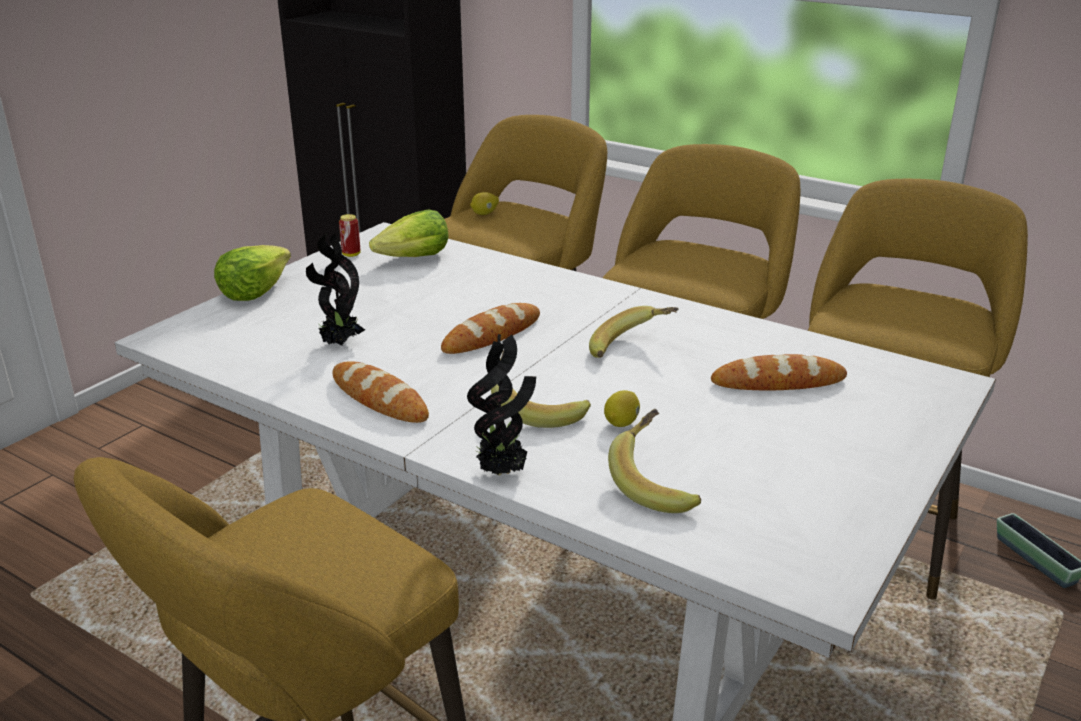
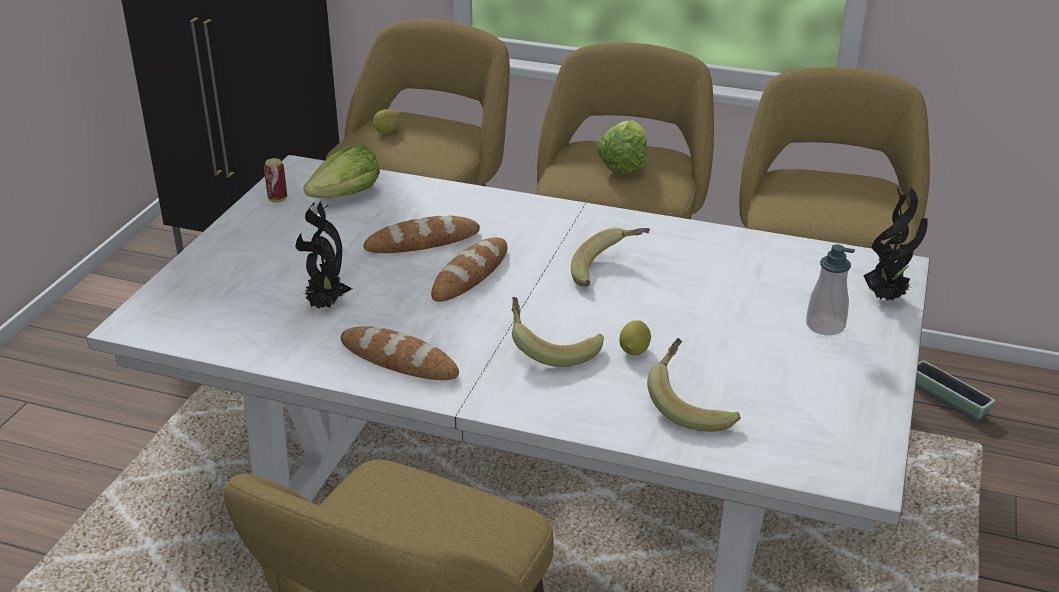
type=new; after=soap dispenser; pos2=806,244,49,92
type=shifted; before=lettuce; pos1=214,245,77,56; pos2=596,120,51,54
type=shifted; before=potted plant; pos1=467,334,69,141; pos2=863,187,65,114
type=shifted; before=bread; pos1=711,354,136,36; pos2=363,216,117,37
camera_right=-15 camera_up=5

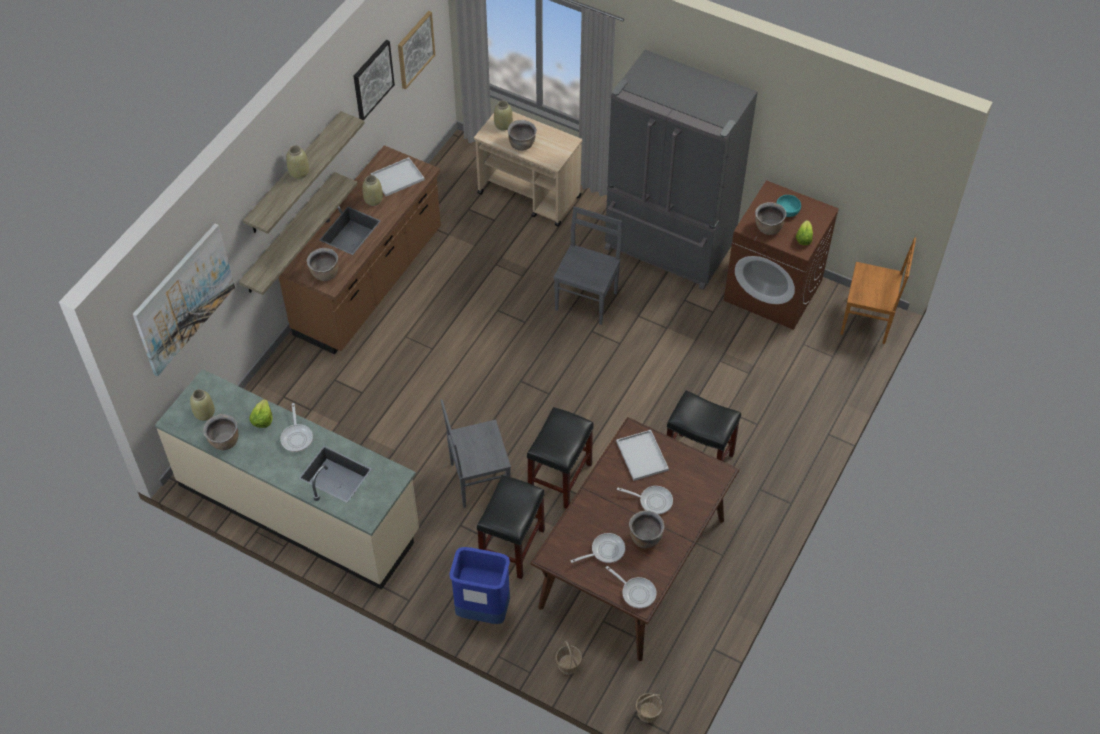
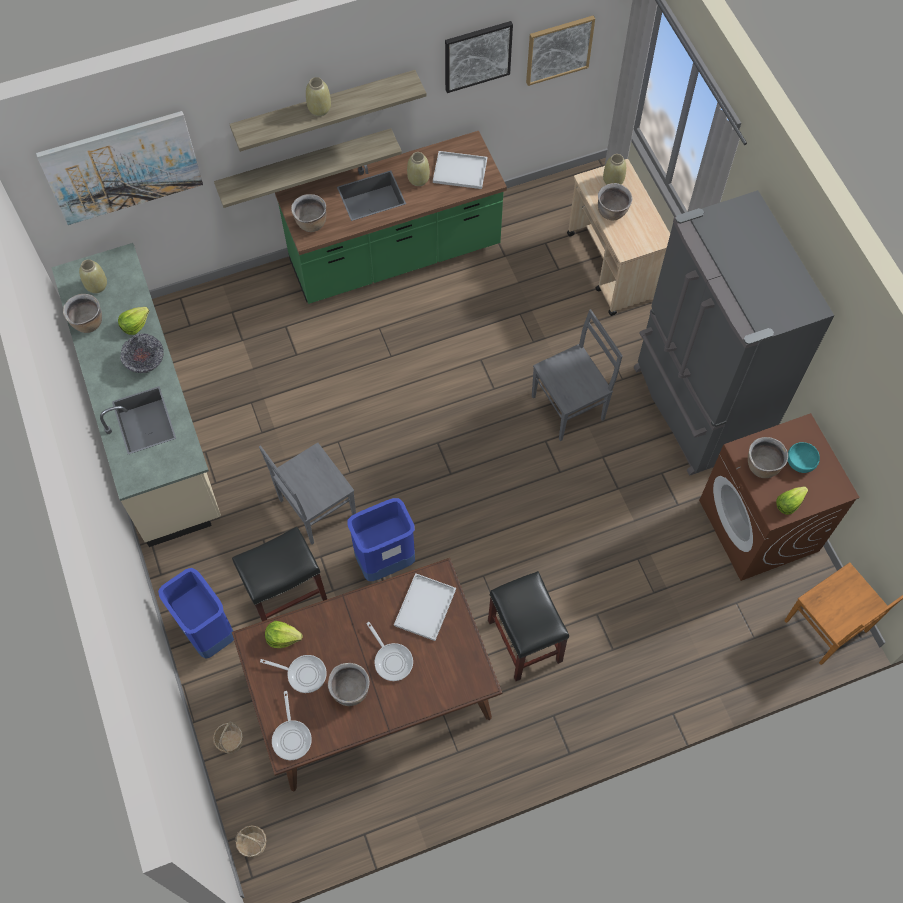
type=new; after=lettuce; pos2=265,621,38,27
type=swapped; before=frying pan; after=bowl; pos1=280,403,33,49; pos2=120,333,44,40
type=swapped; before=black stool; after=blue trash can; pos1=527,407,67,102; pos2=347,498,68,83
type=repainted; before=brown counter; after=green counter; pos1=279,145,162,210; pos2=275,131,232,173
type=rotated; before=grey chair; pos1=441,399,70,109; pos2=259,442,97,102; turn=-60
camera_right=40 camera_up=10

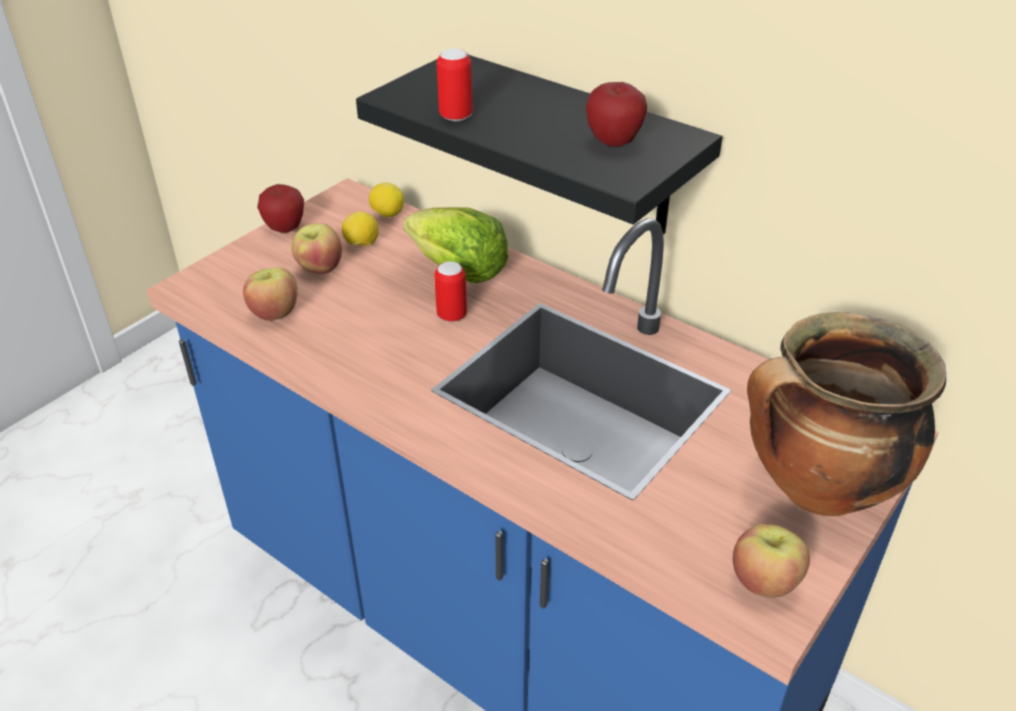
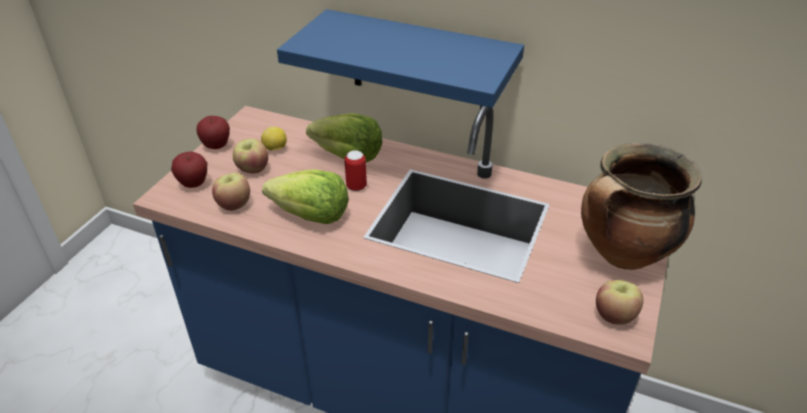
type=gone; before=lemon; pos1=369,183,35,34
type=gone; before=can; pos1=437,48,36,73
type=new; after=lettuce; pos2=262,169,87,55
type=shifted; before=apple; pos1=586,82,61,65; pos2=171,151,36,37
type=repainted; before=black shelf; after=blue shelf; pos1=356,55,366,180; pos2=277,9,247,99
camera_right=-15 camera_up=0

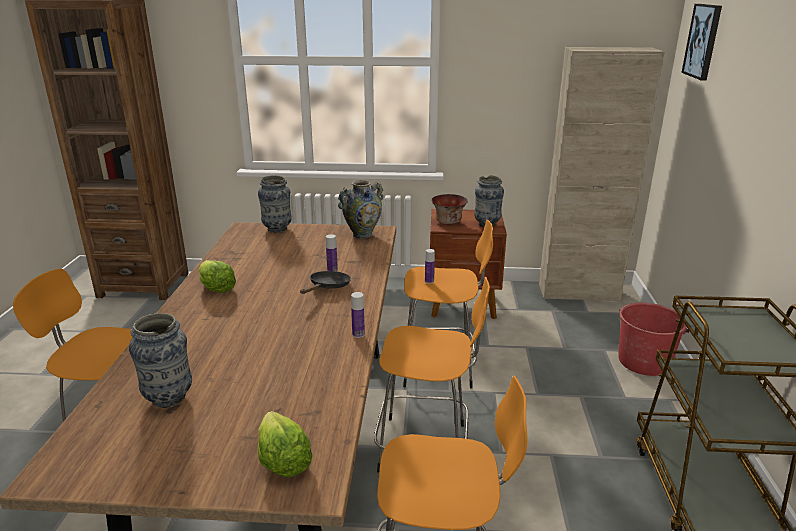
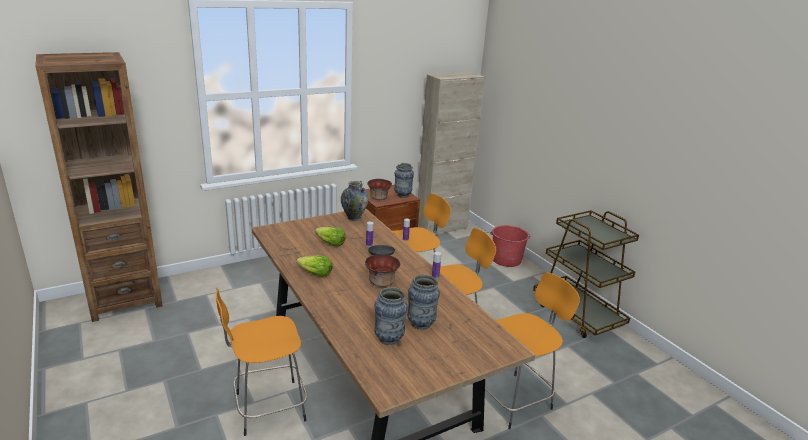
type=gone; before=picture; pos1=681,4,41,77
type=new; after=bowl; pos2=365,254,35,33
type=shifted; before=vase; pos1=258,176,34,57; pos2=407,274,33,56
type=shifted; before=lettuce; pos1=258,411,55,66; pos2=315,227,30,19
camera_right=-35 camera_up=0

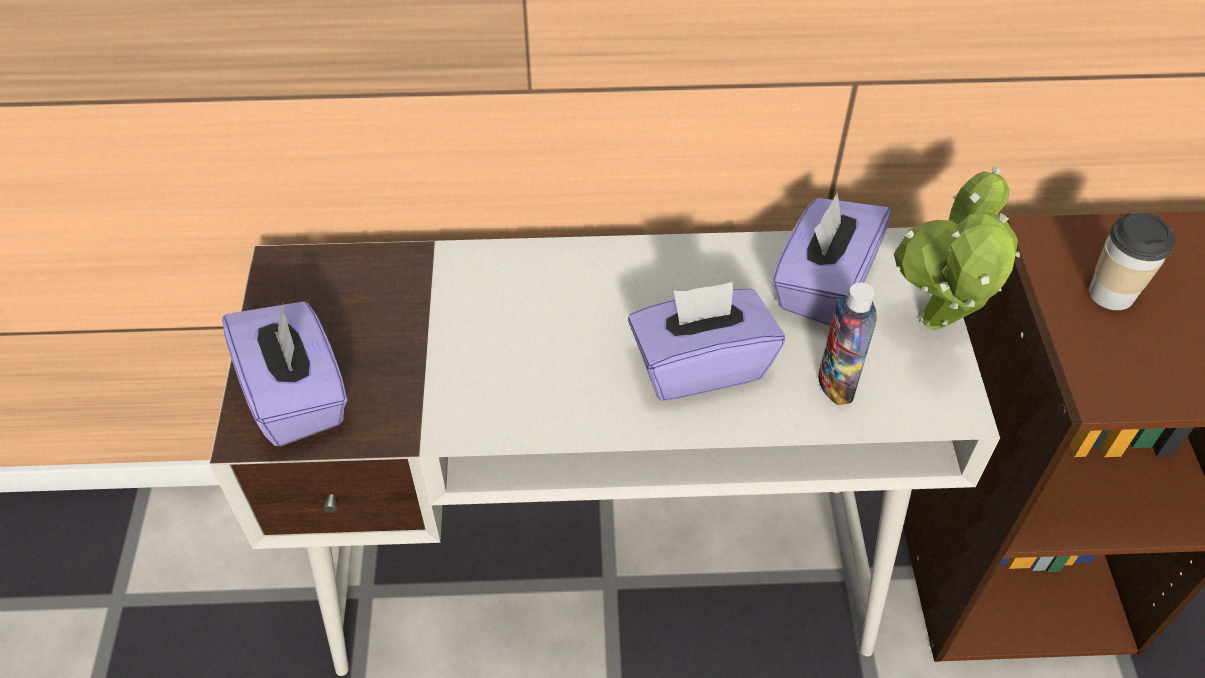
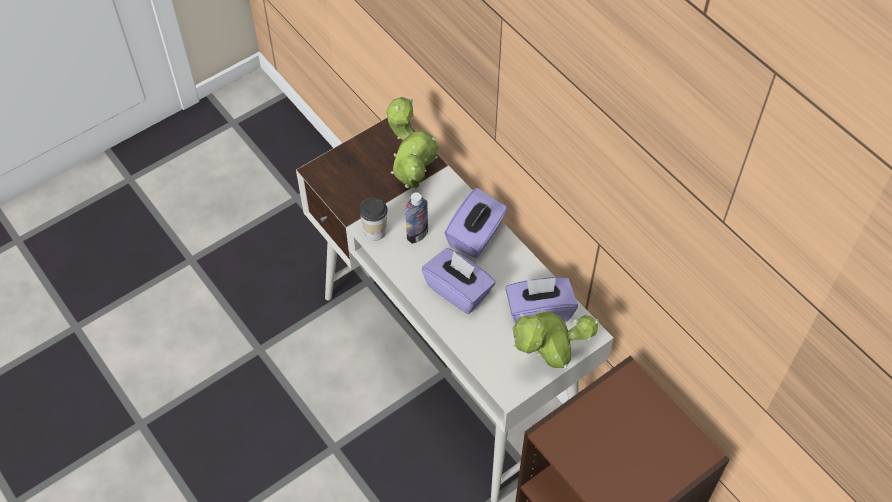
type=new; after=potted plant; pos2=386,97,52,92
type=shifted; before=purple tissue box; pos1=222,302,125,144; pos2=445,188,63,70
type=shifted; before=bottle; pos1=818,282,59,123; pos2=406,192,22,52
type=shifted; before=cup; pos1=1089,213,86,97; pos2=359,198,29,43
camera_right=55 camera_up=5

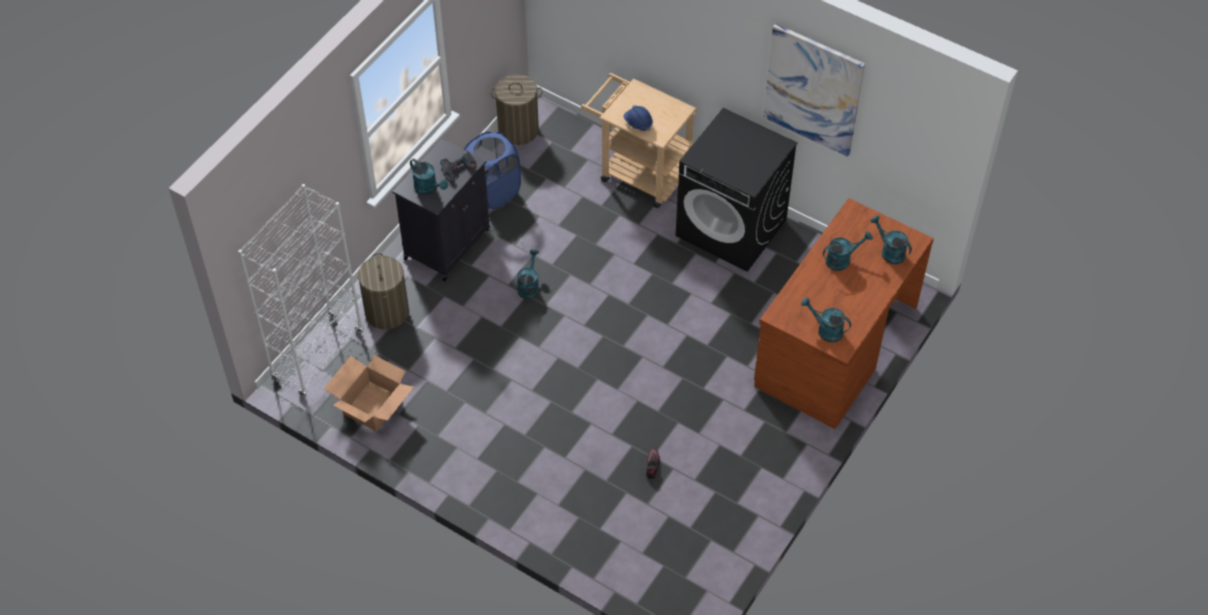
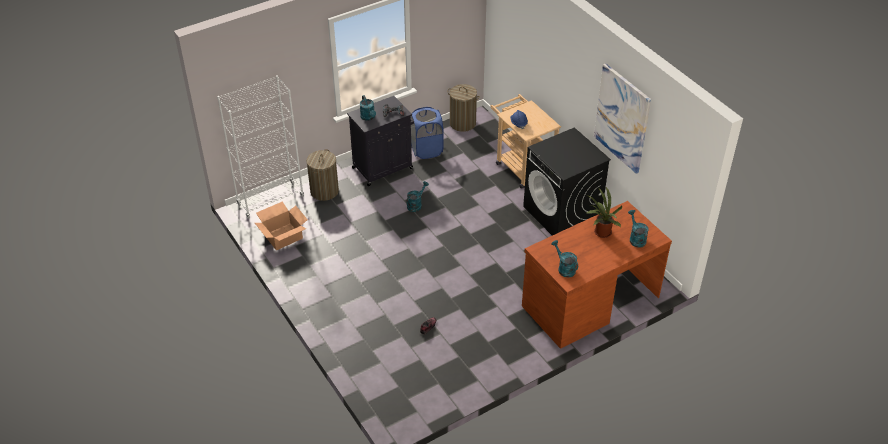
type=swapped; before=turquoise watering can; after=potted plant; pos1=823,231,50,40; pos2=586,187,36,51
camera_right=25 camera_up=-10

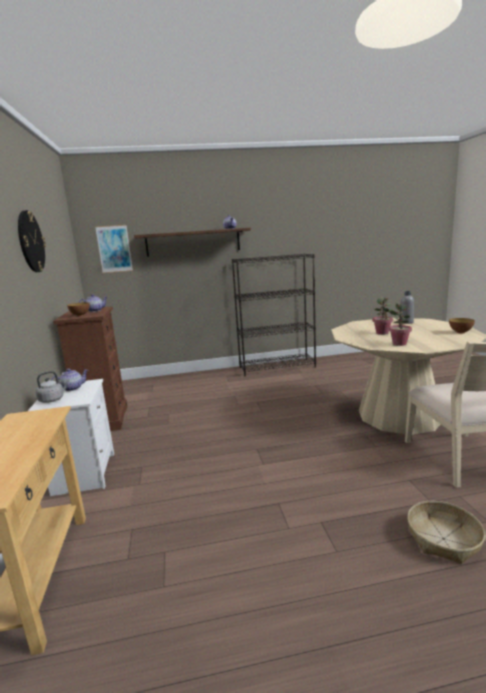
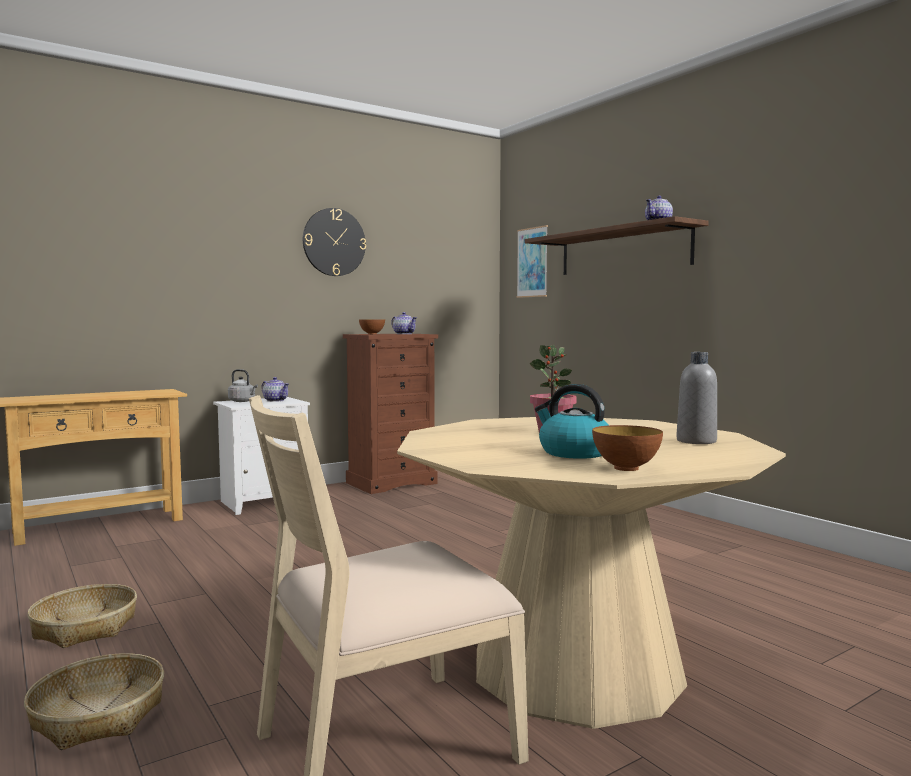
type=gone; before=black bookcase; pos1=232,253,84,123
type=gone; before=potted plant; pos1=389,304,23,42
type=new; after=basket; pos2=27,584,110,64
type=new; after=kettle; pos2=535,384,74,75
camera_right=65 camera_up=-10

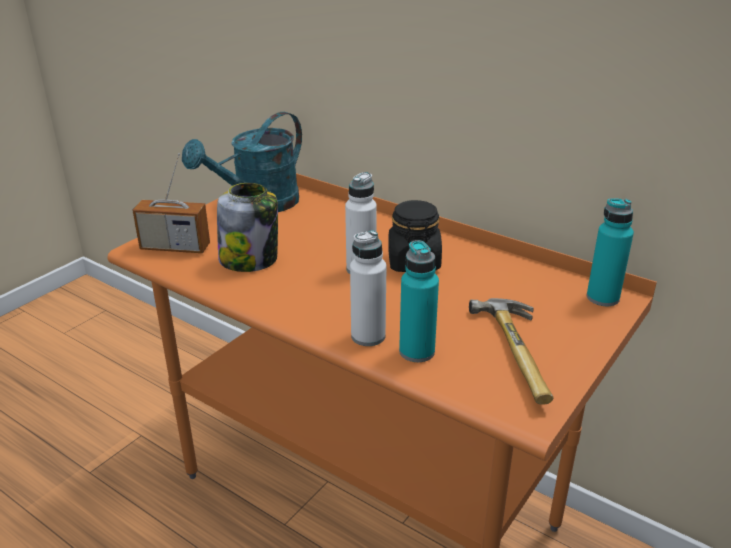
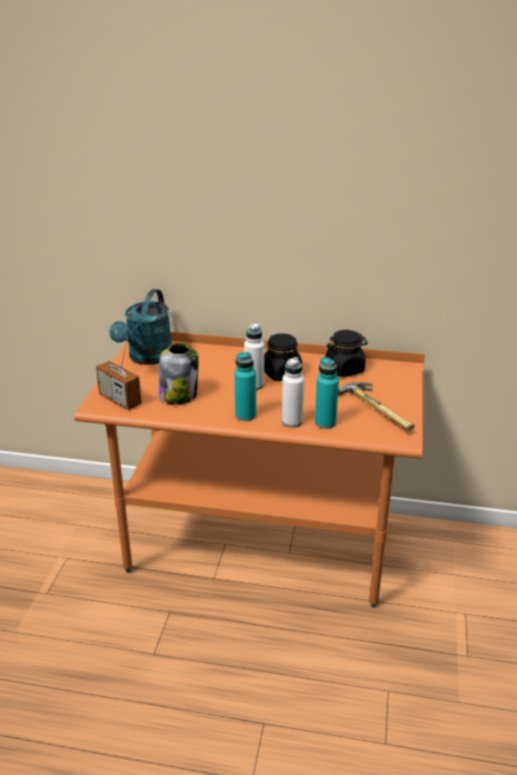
type=new; after=black jar; pos2=325,330,43,47
type=shifted; before=turquoise bottle; pos1=587,198,47,108; pos2=234,352,22,69
type=rotated; before=radio; pos1=132,153,78,100; pos2=96,338,46,72; turn=60
camera_right=-25 camera_up=0

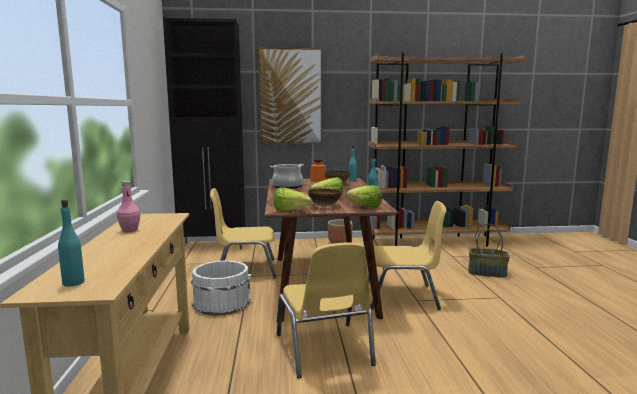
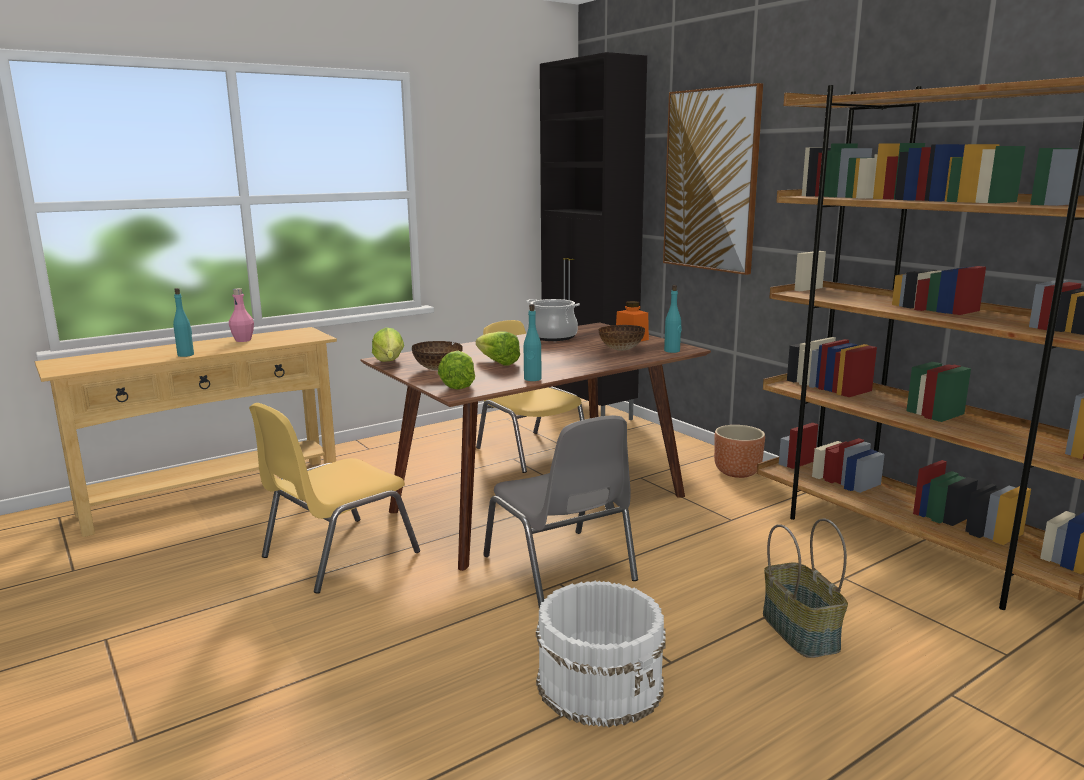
type=shifted; before=turquoise bottle; pos1=58,200,27,87; pos2=173,288,21,69
type=shifted; before=white bucket; pos1=191,260,60,56; pos2=536,581,130,147
type=repainted; before=yellow chair; after=grey chair; pos1=368,201,78,109; pos2=483,415,155,193
camera_right=60 camera_up=5

